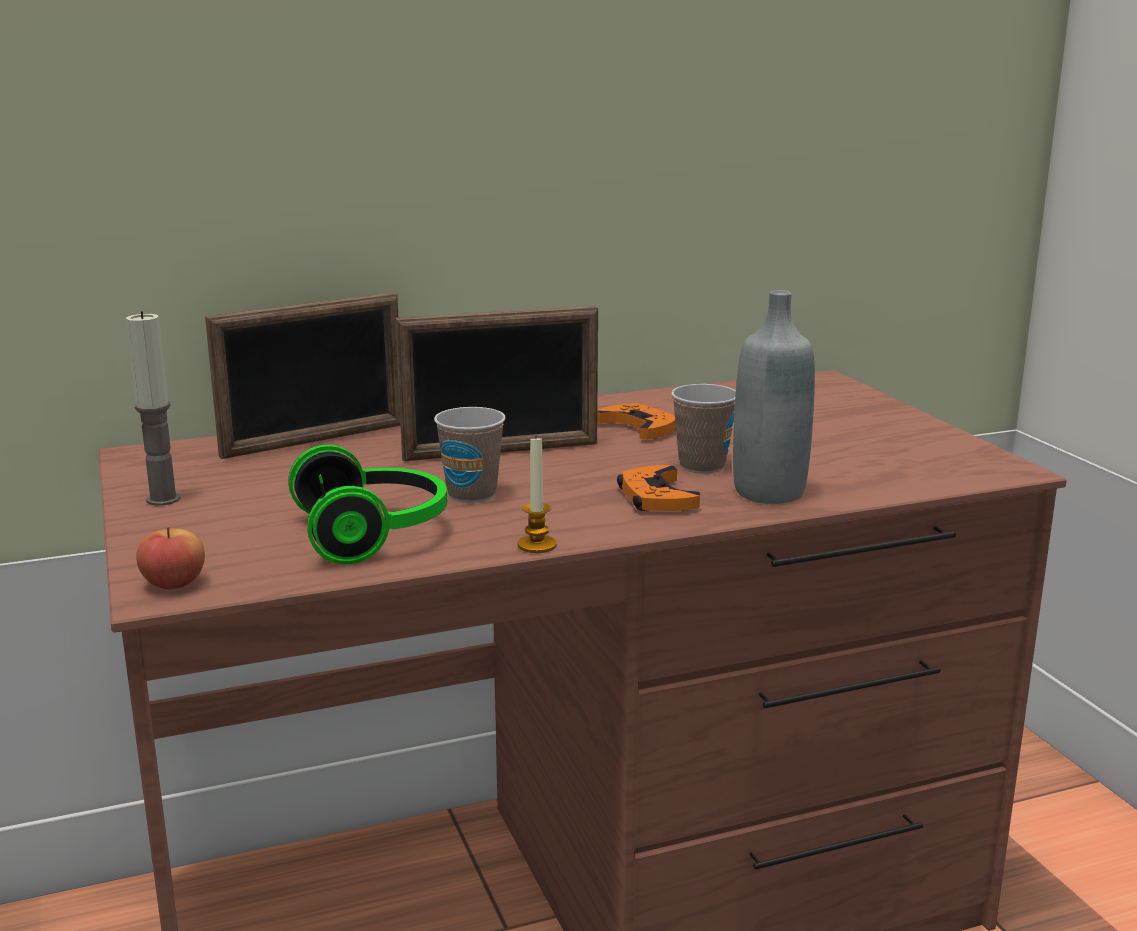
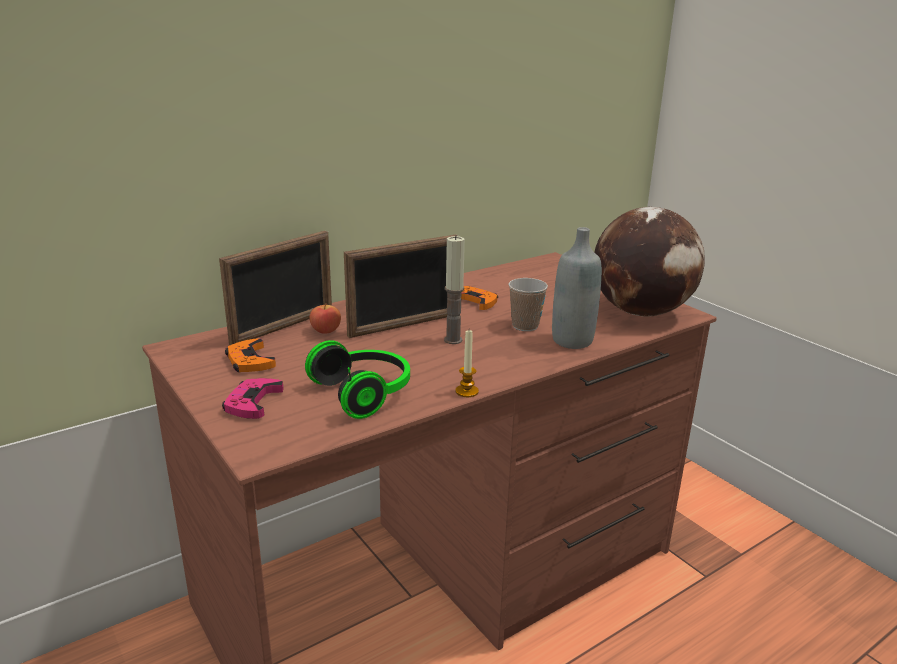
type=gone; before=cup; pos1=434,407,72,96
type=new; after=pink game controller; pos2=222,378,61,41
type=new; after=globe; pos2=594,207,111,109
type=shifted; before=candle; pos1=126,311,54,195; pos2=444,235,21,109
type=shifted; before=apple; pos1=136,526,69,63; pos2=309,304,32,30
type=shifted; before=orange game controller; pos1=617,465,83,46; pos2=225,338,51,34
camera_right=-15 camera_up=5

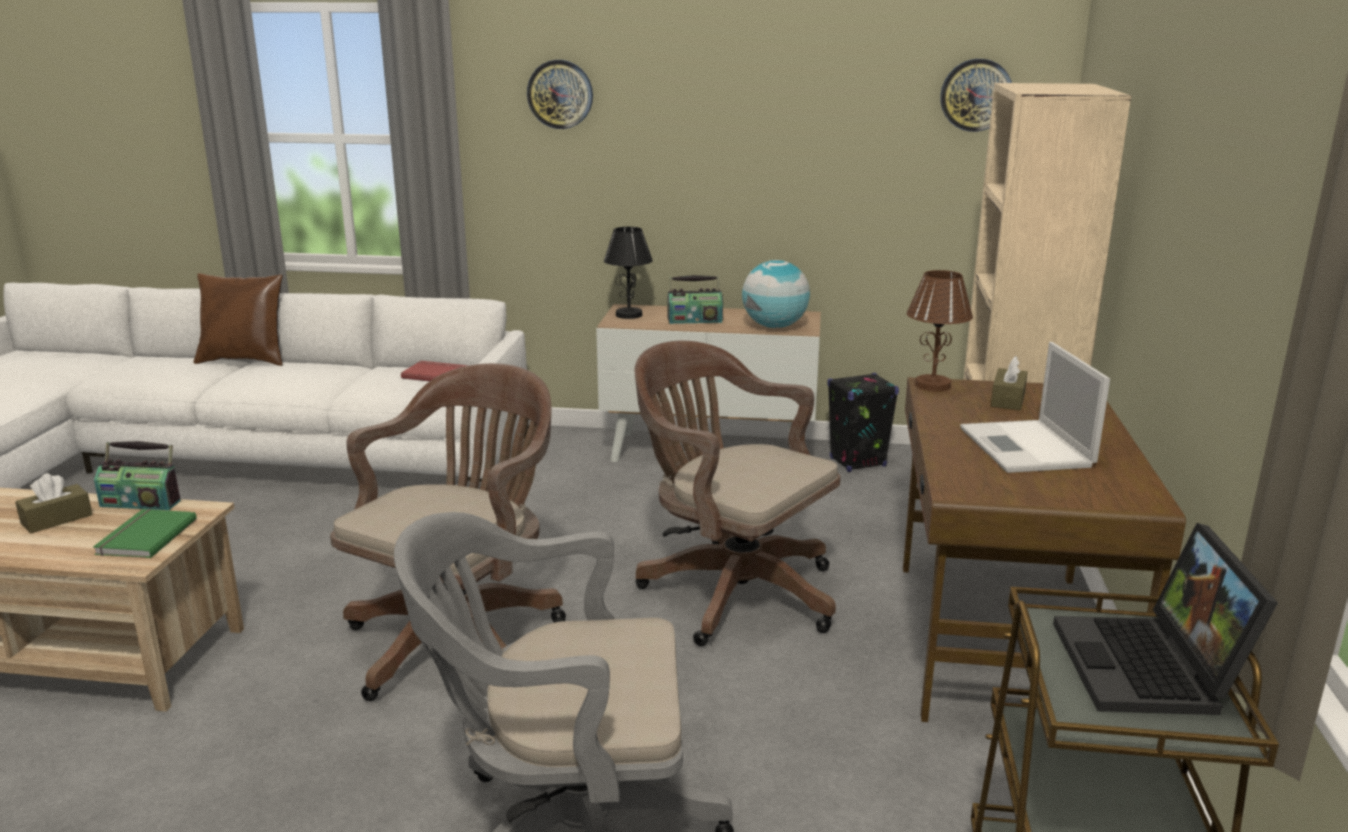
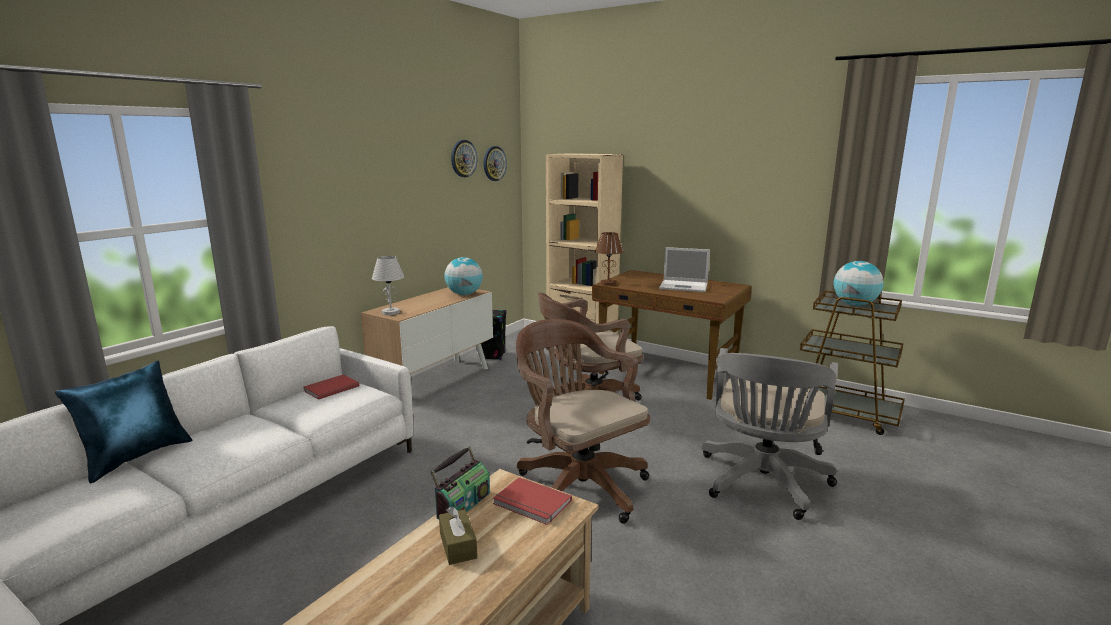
type=gone; before=radio; pos1=668,275,55,49
type=gone; before=brown tissue box; pos1=991,356,36,54
type=shifted; before=wall clock; pos1=527,60,66,69; pos2=451,140,26,37
type=swapped; before=laptop; after=globe; pos1=1053,523,225,192; pos2=834,261,50,45
type=repainted; before=green book; after=red book; pos1=93,509,104,49; pos2=493,477,79,48
type=repainted; before=brown pillow; after=blue pillow; pos1=194,273,89,93; pos2=55,361,138,122
type=repainted; before=black table lamp; after=white table lamp; pos1=604,227,49,92; pos2=372,256,32,59
camera_right=-65 camera_up=-5

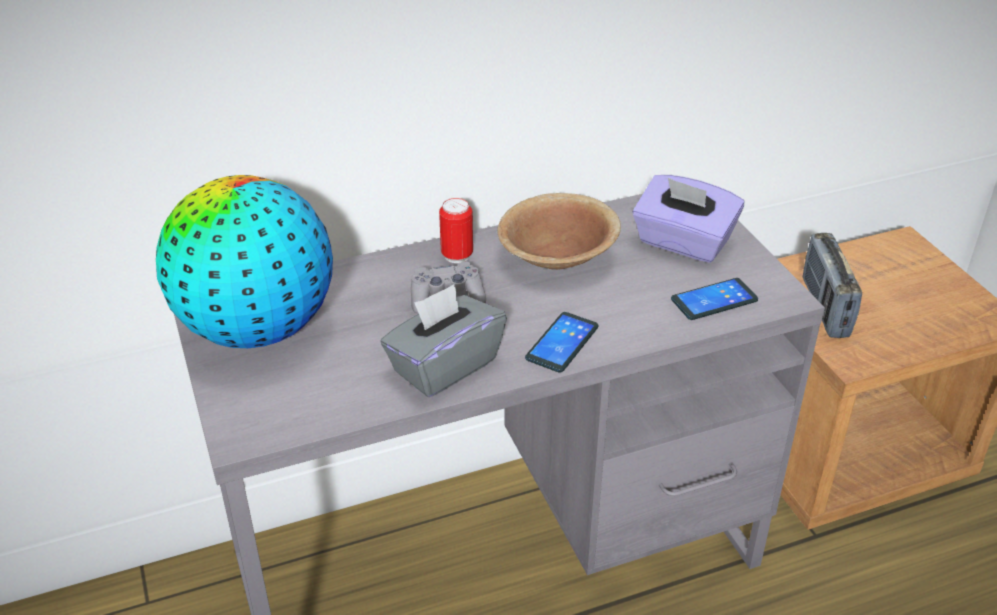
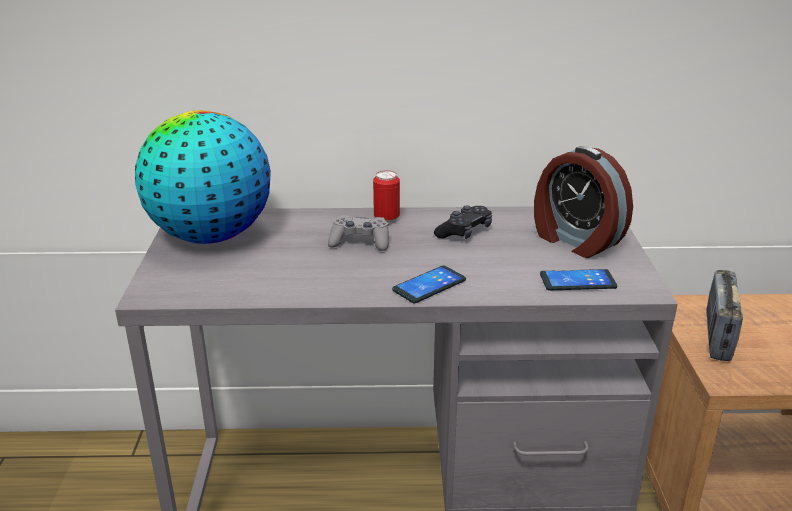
type=gone; before=grey tissue box; pos1=380,284,127,113
type=swapped; before=brown bowl; after=black game controller; pos1=497,193,124,77; pos2=434,205,58,34
type=swapped; before=purple tissue box; after=alarm clock; pos1=633,175,111,88; pos2=534,146,99,112
camera_right=20 camera_up=-10

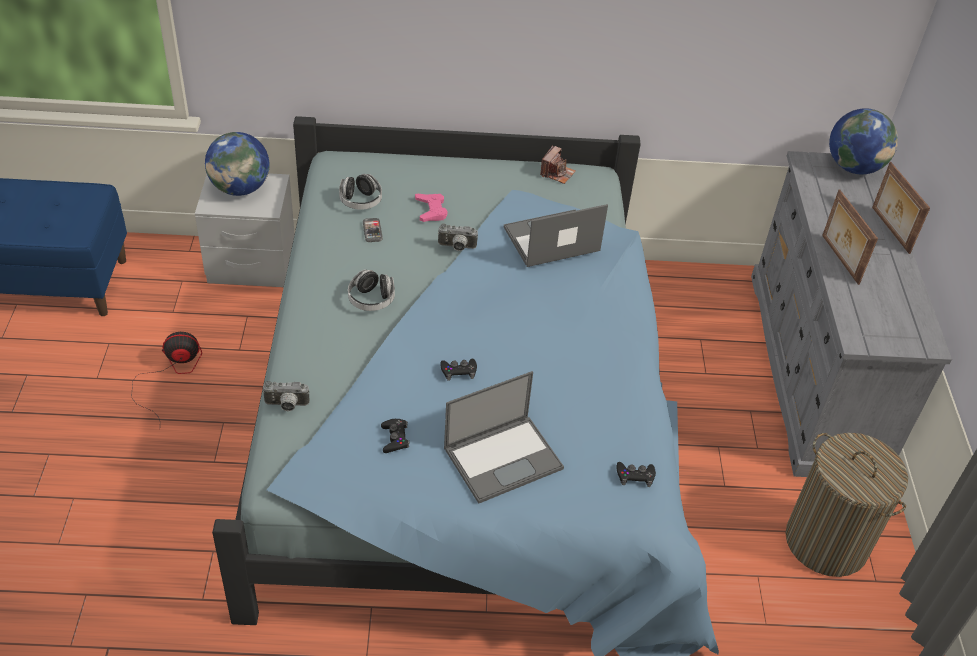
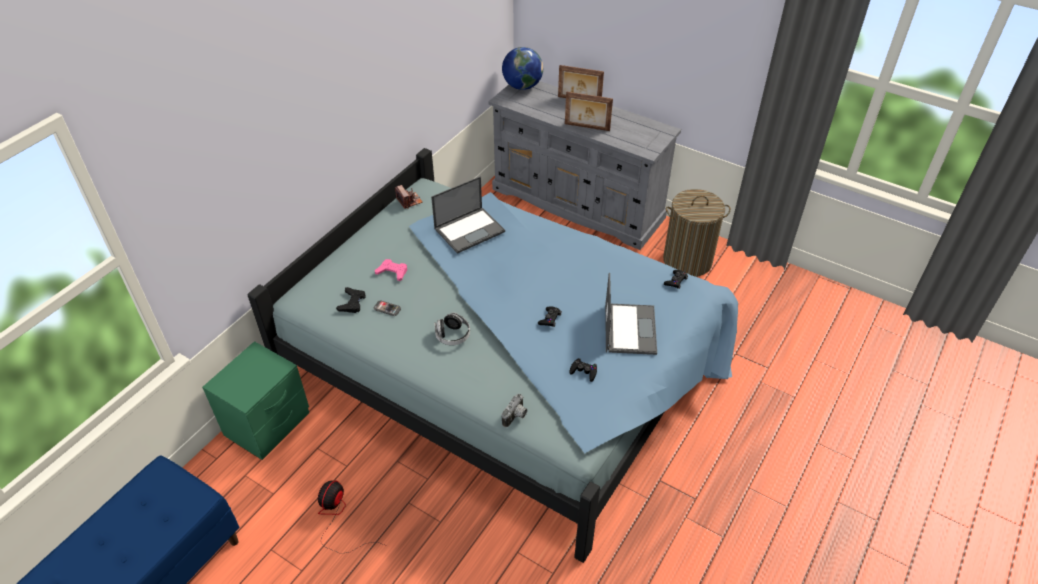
type=gone; before=globe; pos1=205,132,65,64
type=gone; before=photo camera; pos1=438,223,40,28
type=swapped; before=headphones; after=black game controller; pos1=339,174,43,36; pos2=336,287,30,26
type=repainted; before=grey nightstand; after=green nightstand; pos1=195,173,100,114; pos2=202,341,107,119
type=rotated; before=laptop; pos1=504,204,104,63; pos2=431,176,74,78; turn=-135
camera_right=-55 camera_up=0

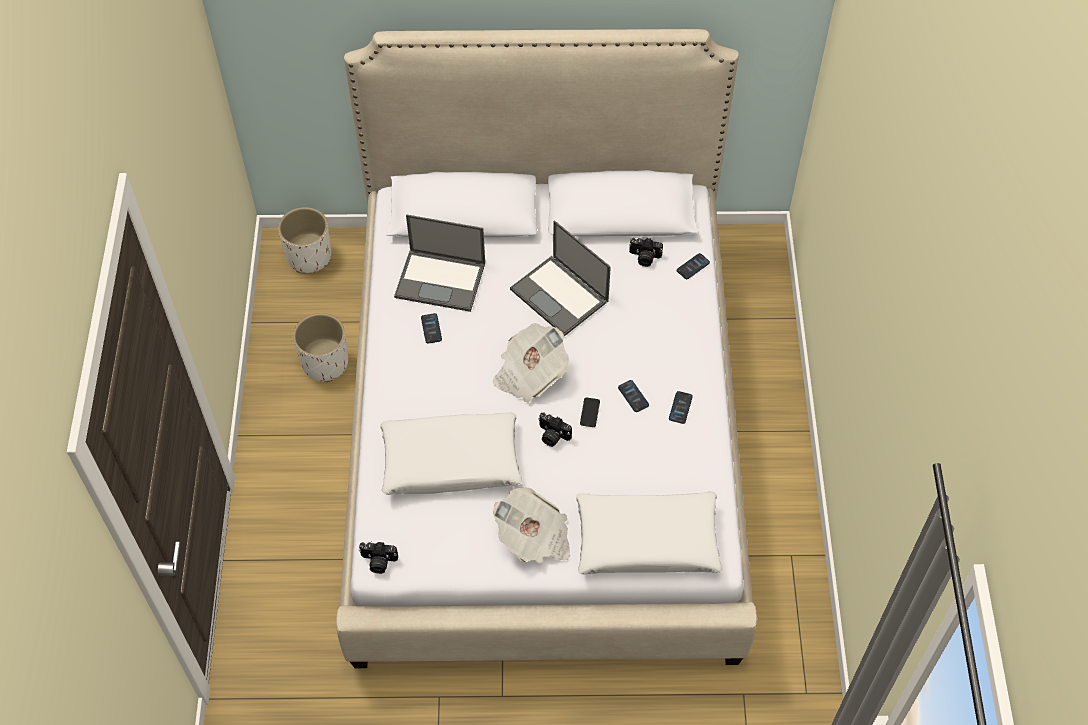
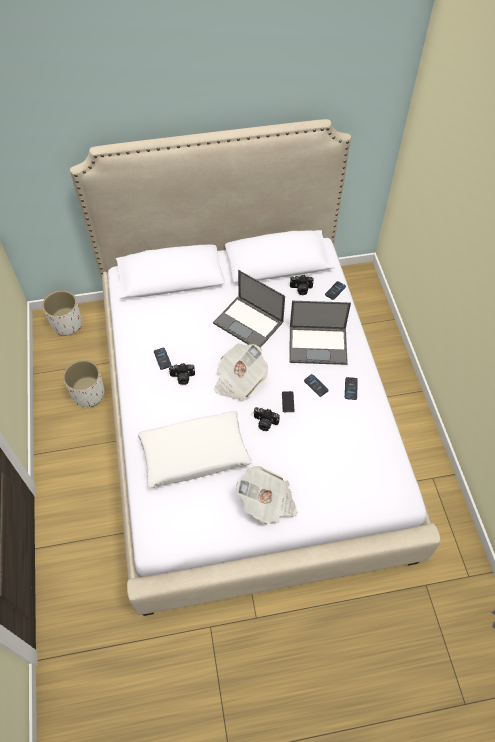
type=gone; before=white pillow; pos1=576,492,146,83
type=shifted; before=photo camera; pos1=359,541,39,33; pos2=169,363,26,22
type=shifted; before=laptop; pos1=394,214,91,98; pos2=289,301,62,64
camera_right=-10 camera_up=0

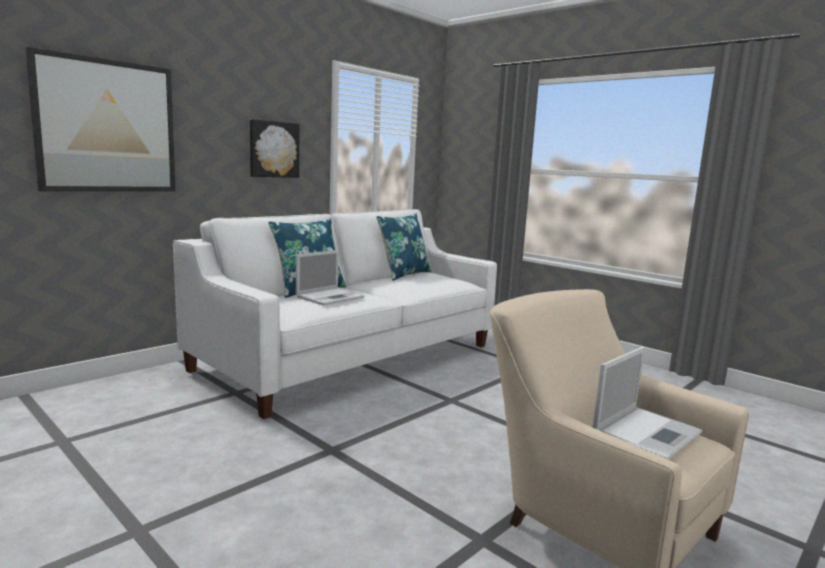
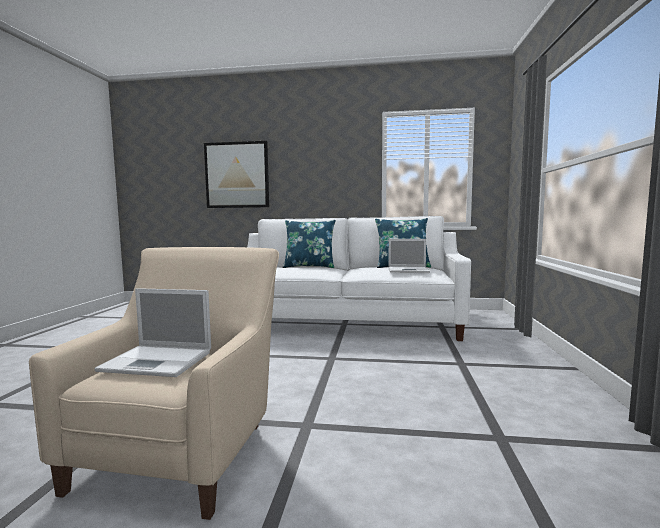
type=gone; before=picture; pos1=250,119,50,59
type=shifted; before=laptop; pos1=296,250,69,56; pos2=388,239,42,34
camera_right=55 camera_up=-5

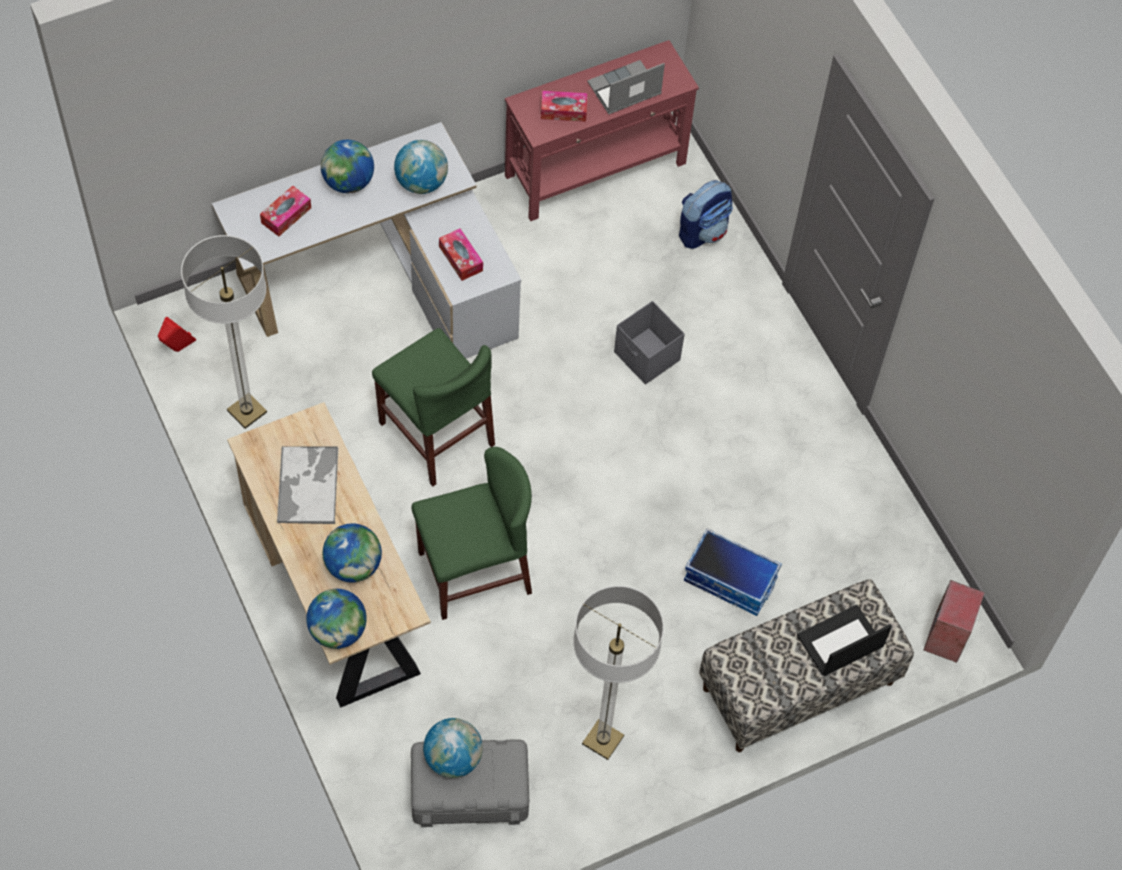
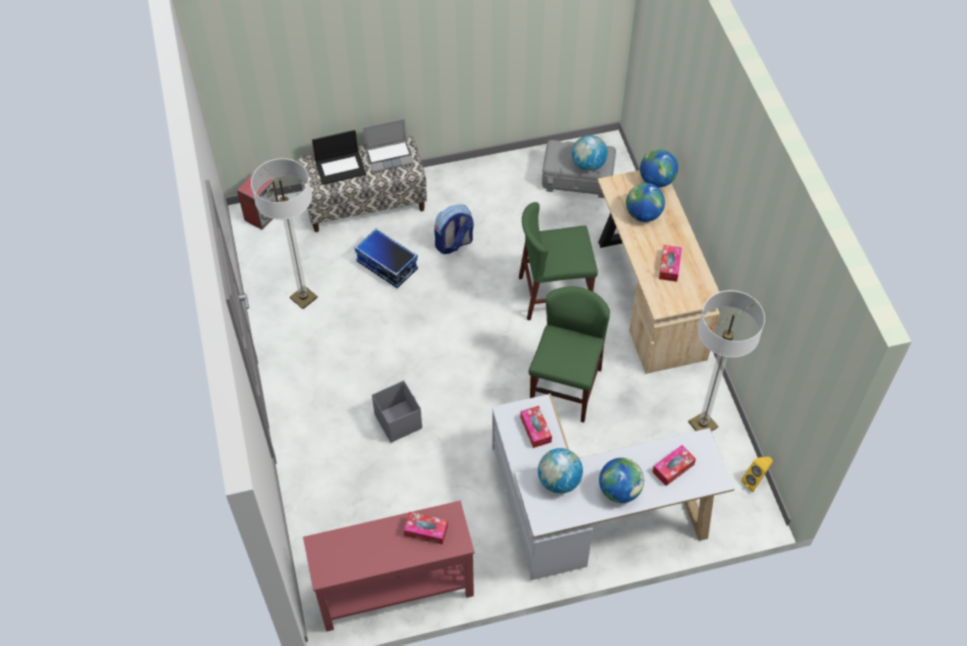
type=shifted; before=floor lamp; pos1=573,585,91,175; pos2=251,158,67,151
type=shifted; before=laptop; pos1=587,60,78,54; pos2=363,119,51,54
type=shifted; before=backpack; pos1=679,180,54,69; pos2=434,204,40,50
type=swapped; before=tray; after=tissue box; pos1=277,446,61,78; pos2=659,245,23,37
type=repainted; before=red speaker; after=yellow speaker; pos1=158,317,38,35; pos2=741,456,32,36
type=rotated; before=green chair; pos1=372,328,123,158; pos2=529,286,81,137; turn=45
camera_right=-165 camera_up=-5

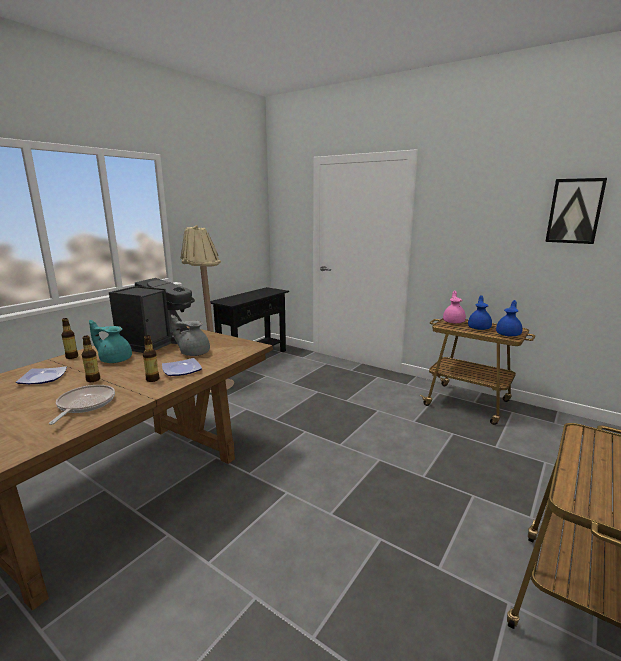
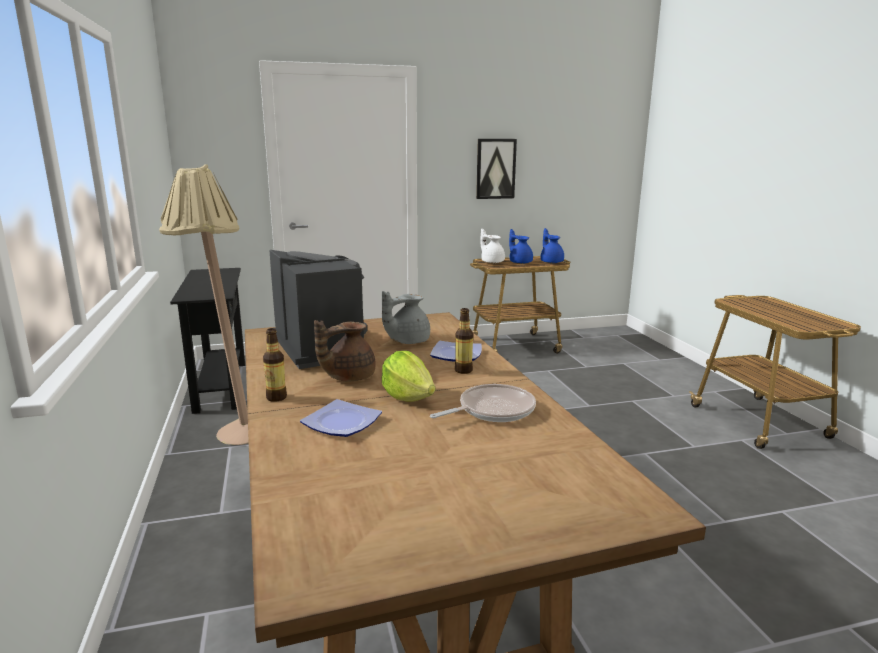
type=shifted; before=picture; pos1=545,178,62,66; pos2=476,139,41,60
type=swapped; before=bottle; after=lettuce; pos1=82,336,18,46; pos2=382,351,53,51
type=repainted; before=turquoise teapot; after=brown teapot; pos1=89,320,43,43; pos2=314,320,62,62
type=repainted; before=pink teapot; after=white teapot; pos1=443,291,23,32; pos2=480,228,25,35
type=rotated; before=frying pan; pos1=49,385,66,40; pos2=430,384,106,38; turn=105
camera_right=-50 camera_up=0

